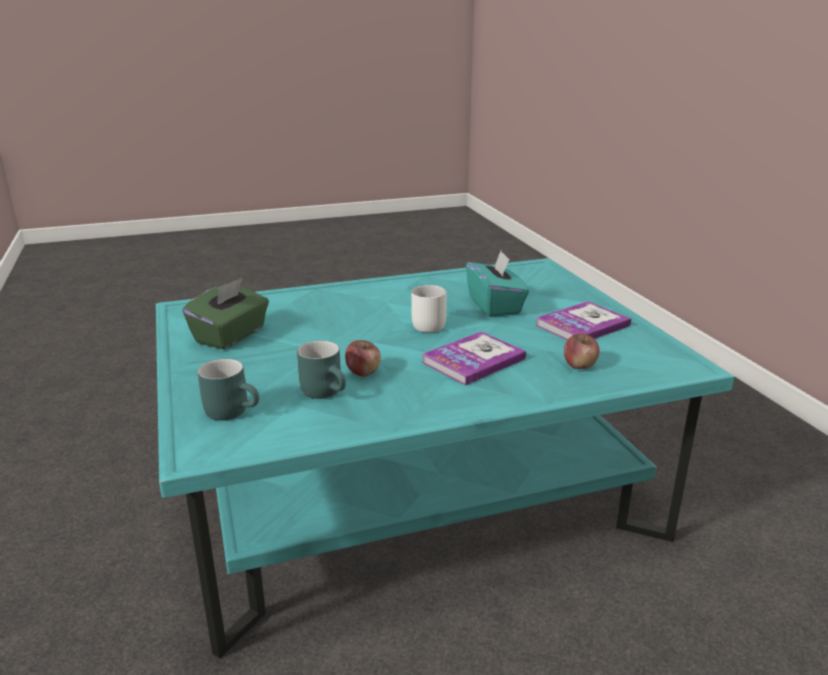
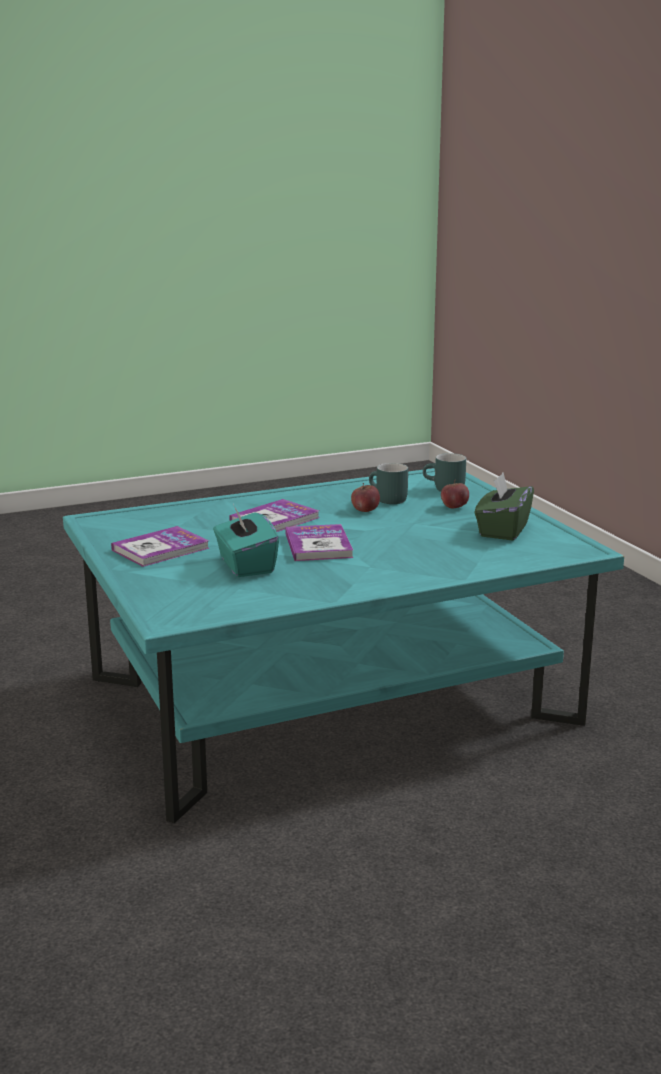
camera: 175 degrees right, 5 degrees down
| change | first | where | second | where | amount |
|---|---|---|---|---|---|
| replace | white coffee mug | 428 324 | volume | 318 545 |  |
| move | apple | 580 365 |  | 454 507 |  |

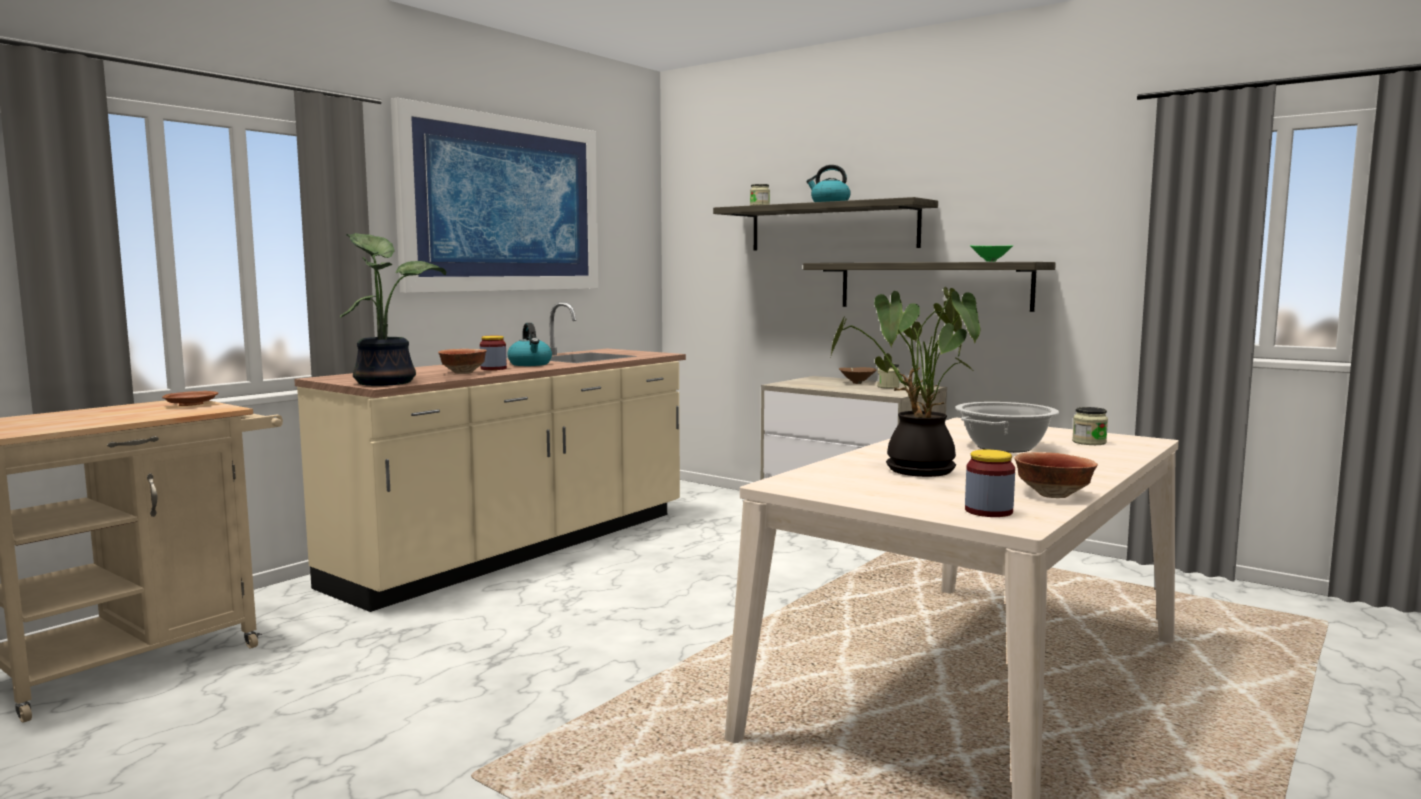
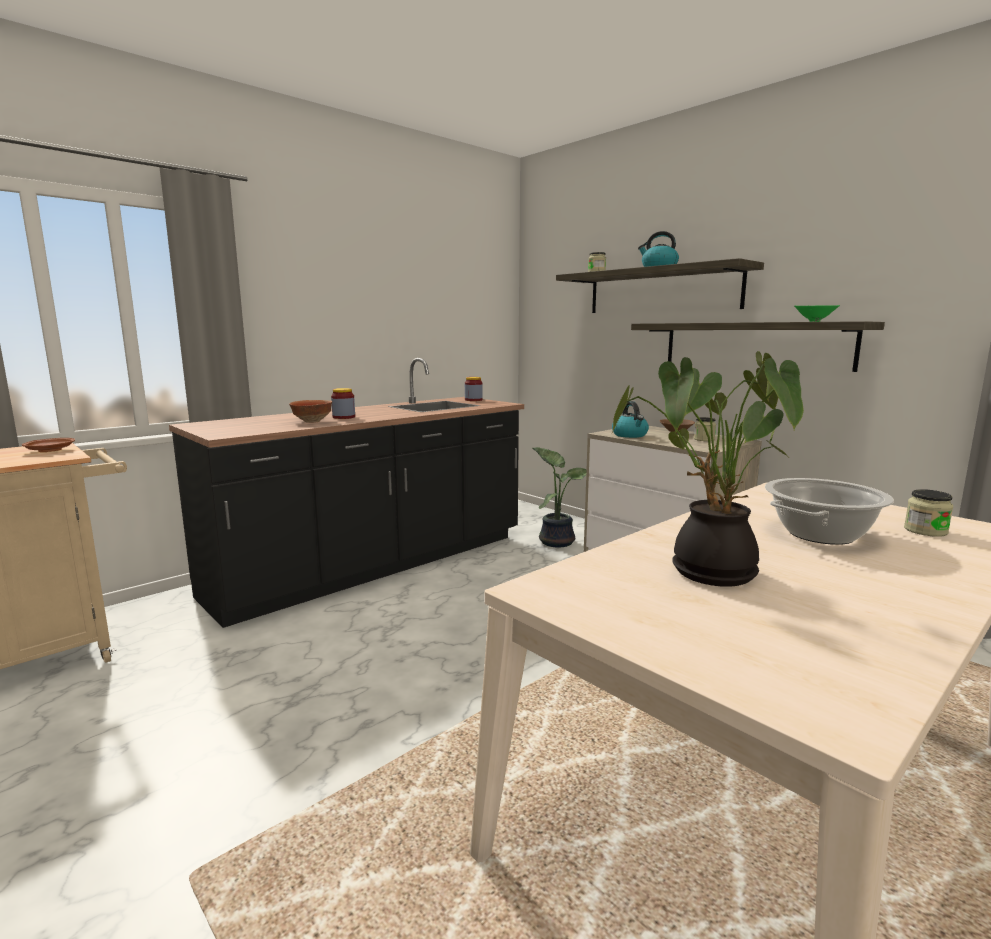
camera: 10 degrees right, 5 degrees up
| change | first | where | second | where | amount |
|---|---|---|---|---|---|
| recolor | beige-coloured kitchen base unit | 520 549 | black kitchen base unit | 375 566 |  |
| move | storage jar | 988 511 |  | 473 400 |  |
| move | potted plant | 386 382 |  | 557 541 |  |
| move | kettle | 530 364 |  | 630 435 |  |
| delete | wall art | 503 204 |  |  |  |
| delete | bowl | 1053 495 |  |  |  |

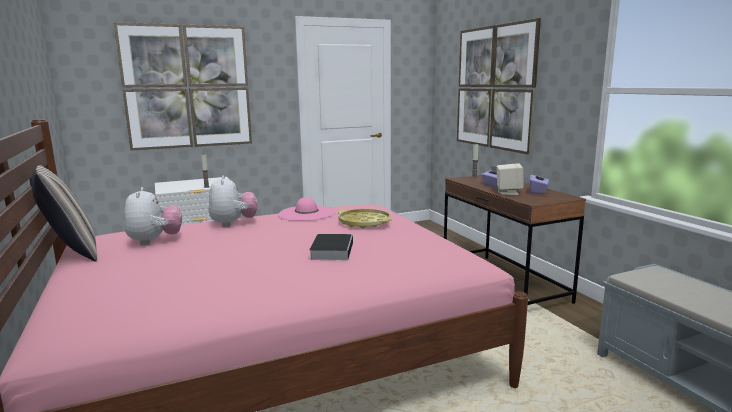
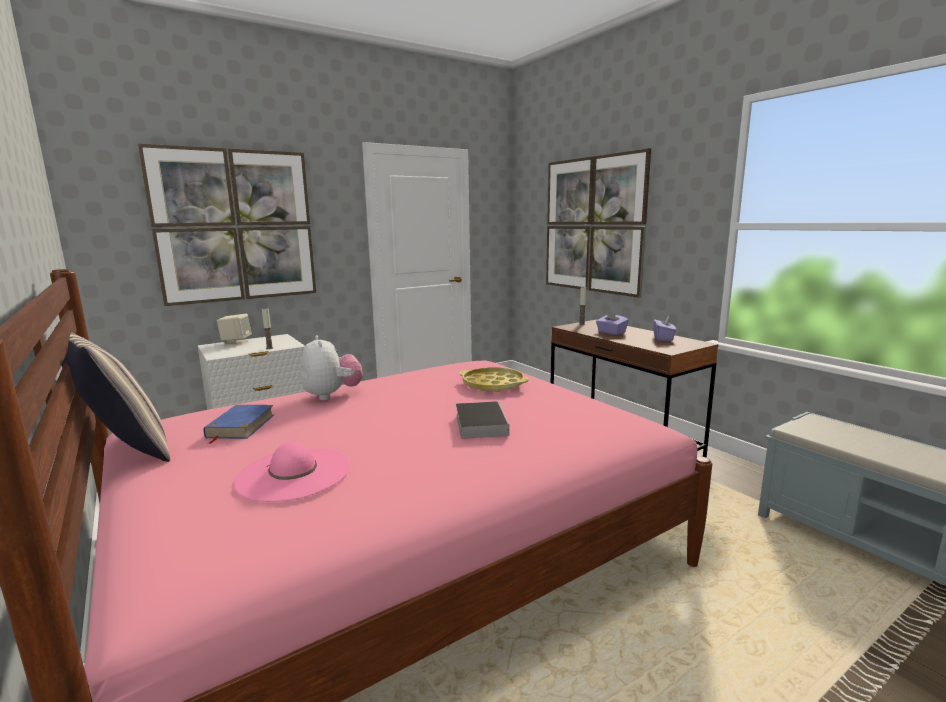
camera: 10 degrees left, 0 degrees up
| change | first | where | second | where | amount |
|---|---|---|---|---|---|
| replace | cuddly toy | 154 241 | bluish volume | 240 426 |  |
| move | beige-coloured speaker | 508 192 |  | 236 343 |  |
| move | pinkish hat | 306 213 |  | 294 473 |  |

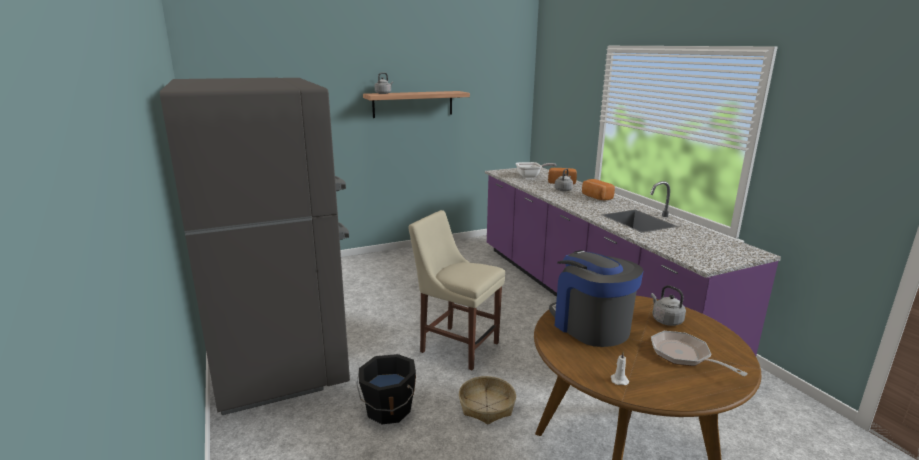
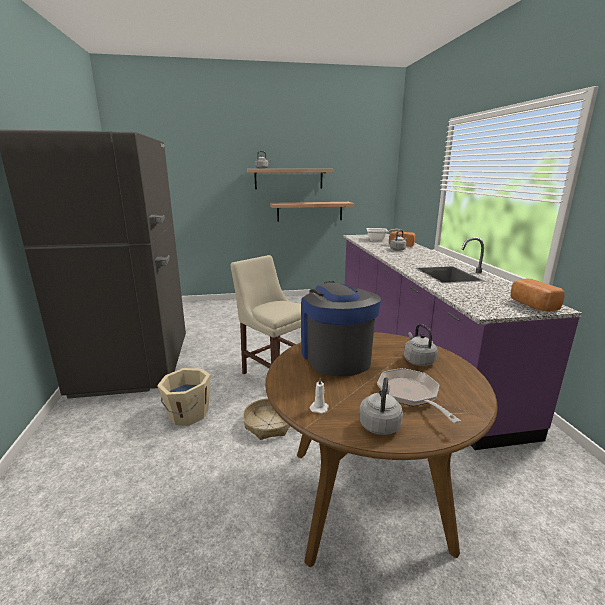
camera: 15 degrees right, 0 degrees up
| change | first | where | second | where | amount |
|---|---|---|---|---|---|
| recolor | black pail | 388 410 | beige-coloured pail | 187 414 |  |
| insert |  |  | bracket shelf | 309 211 |  |
| insert |  |  | gray kettle | 380 424 |  |
| move | bakery bread | 595 197 |  | 531 305 |  |

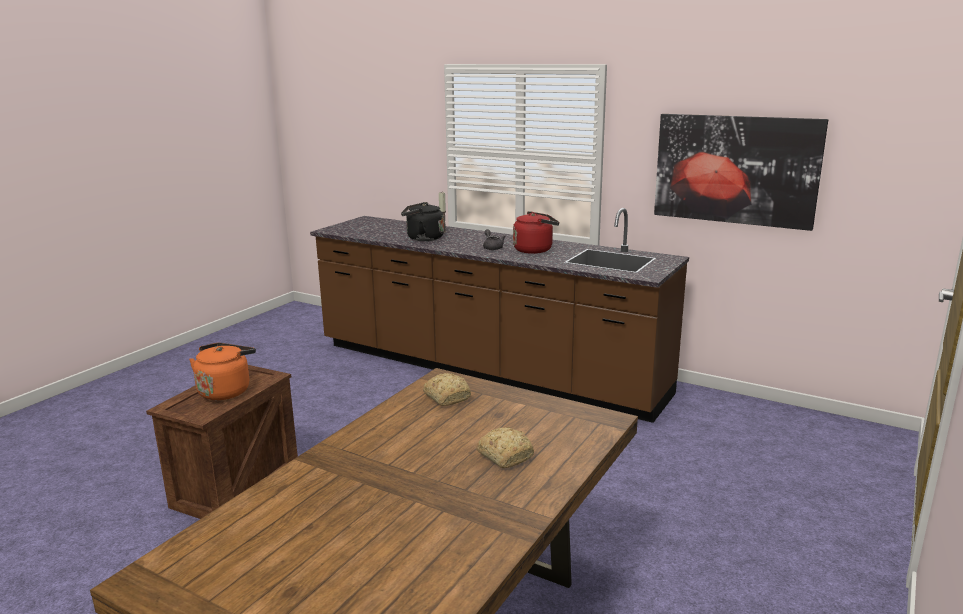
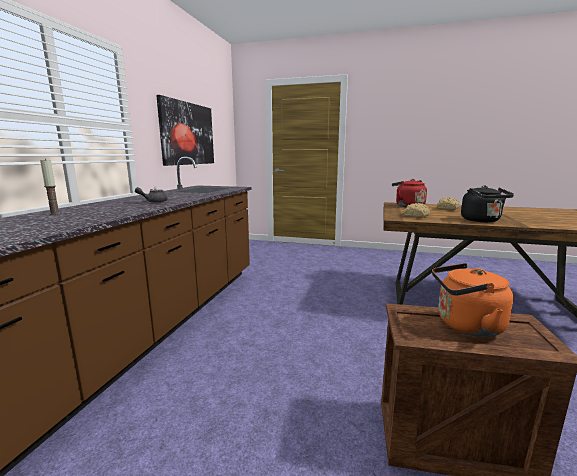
camera: 105 degrees left, 5 degrees down
| change | first | where | second | where | amount |
|---|---|---|---|---|---|
| move | red-coloured kettle | 535 250 |  | 408 206 |  |
| move | black kettle | 422 238 |  | 482 220 |  |

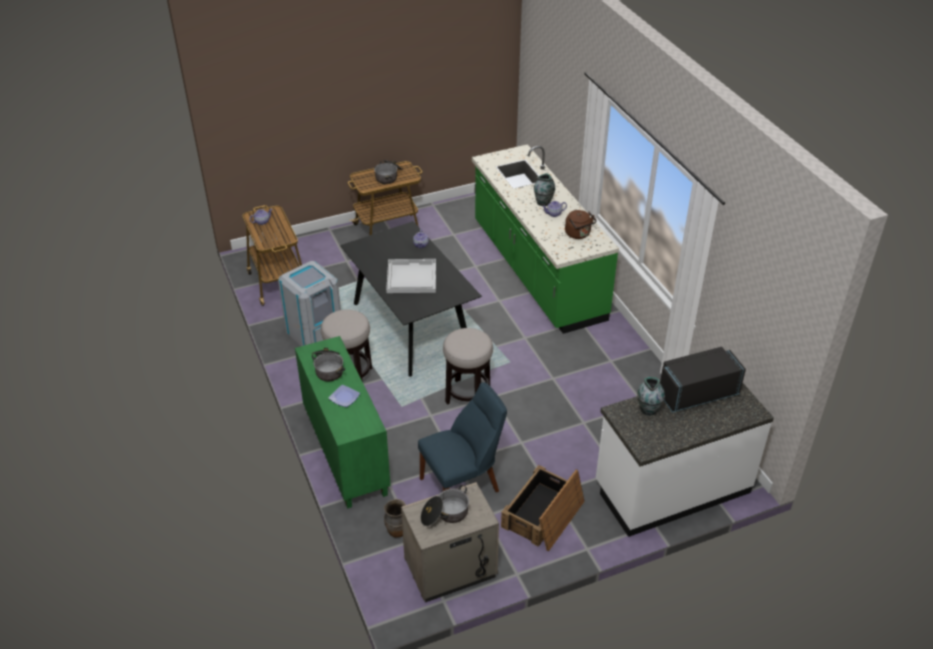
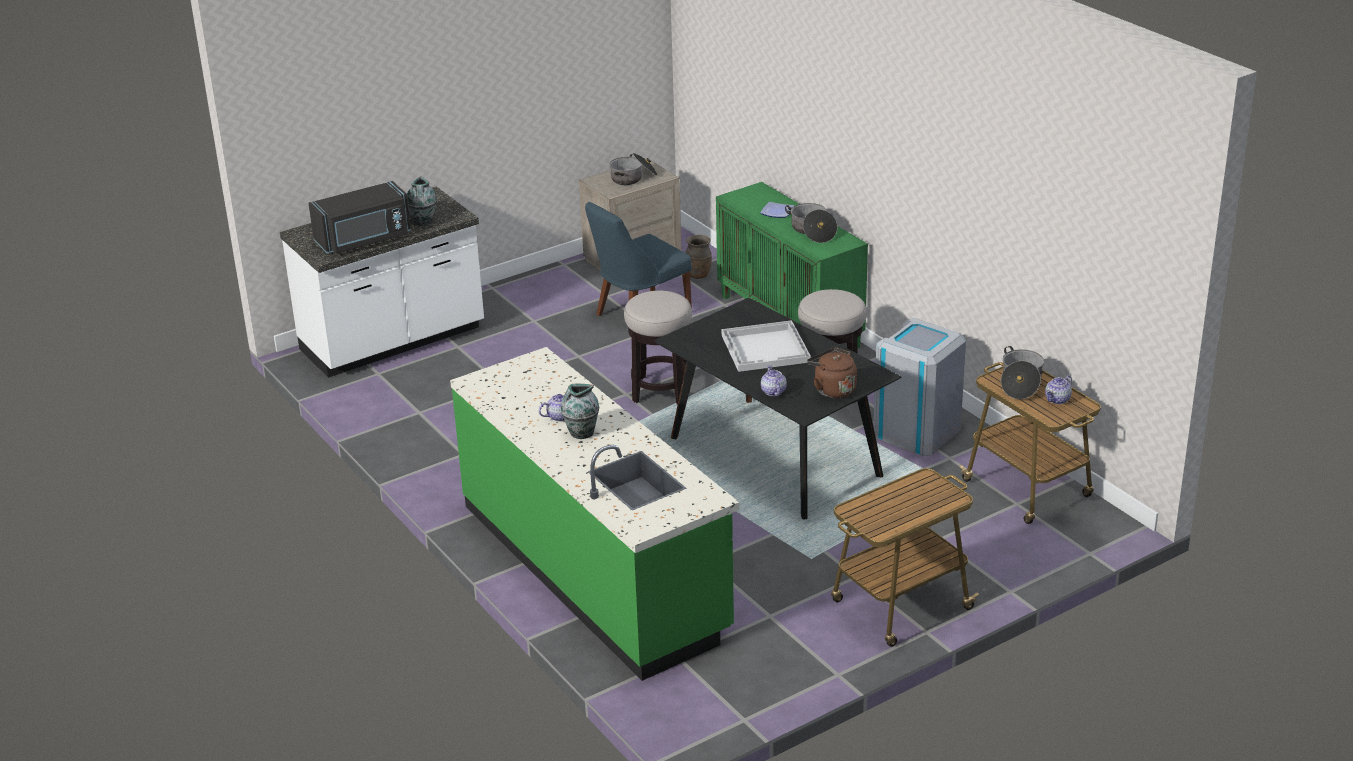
camera: 170 degrees right, 10 degrees down
| change | first | where | second | where | amount |
|---|---|---|---|---|---|
| move | brownish kettle | 578 234 |  | 832 389 |  |
| move | cooking pot | 389 176 |  | 1020 383 |  |
| delete | shipping crate | 543 515 |  |  |  |

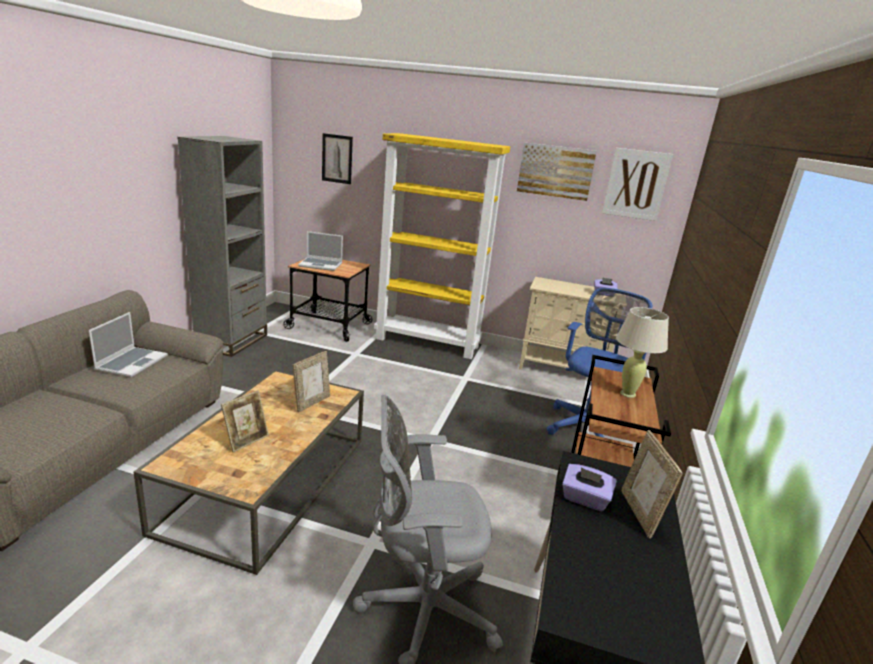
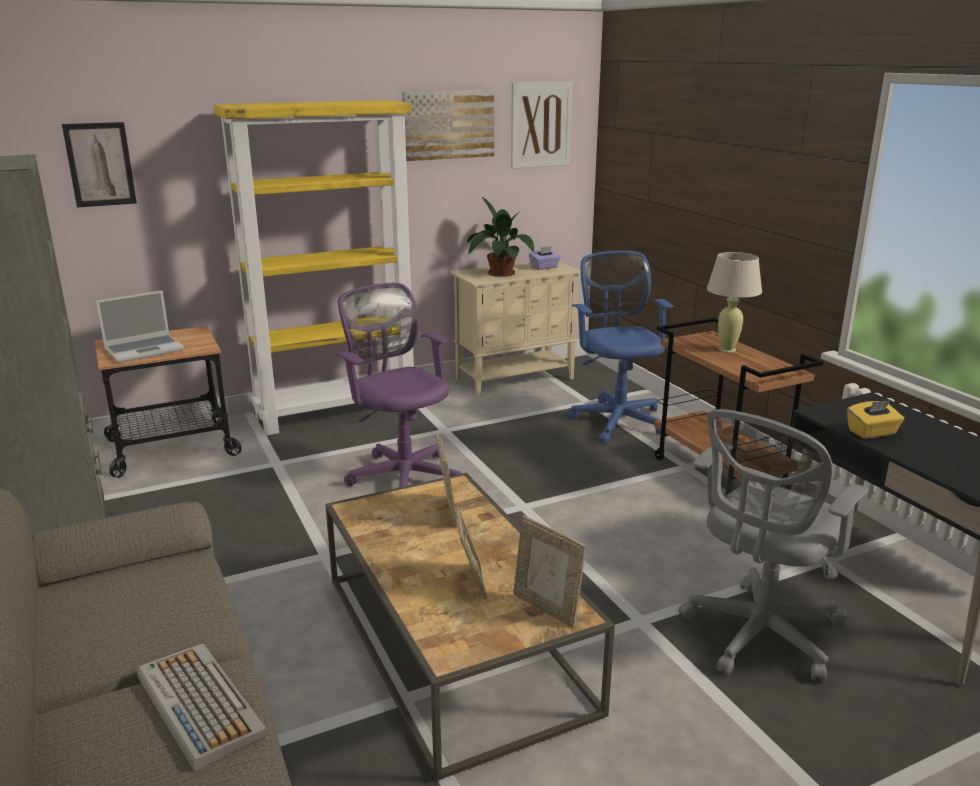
camera: 40 degrees left, 0 degrees up
| change | first | where | second | where | amount |
|---|---|---|---|---|---|
| insert |  |  | computer keyboard | 198 704 |  |
| insert |  |  | purple desk chair | 402 476 |  |
| insert |  |  | potted plant | 499 273 |  |
| move | photo frame | 639 513 |  | 546 608 |  |
| recolor | purple tissue holder | 584 499 | yellow tissue holder | 872 433 |  |
| delete | portable computer | 132 363 |  |  |  |

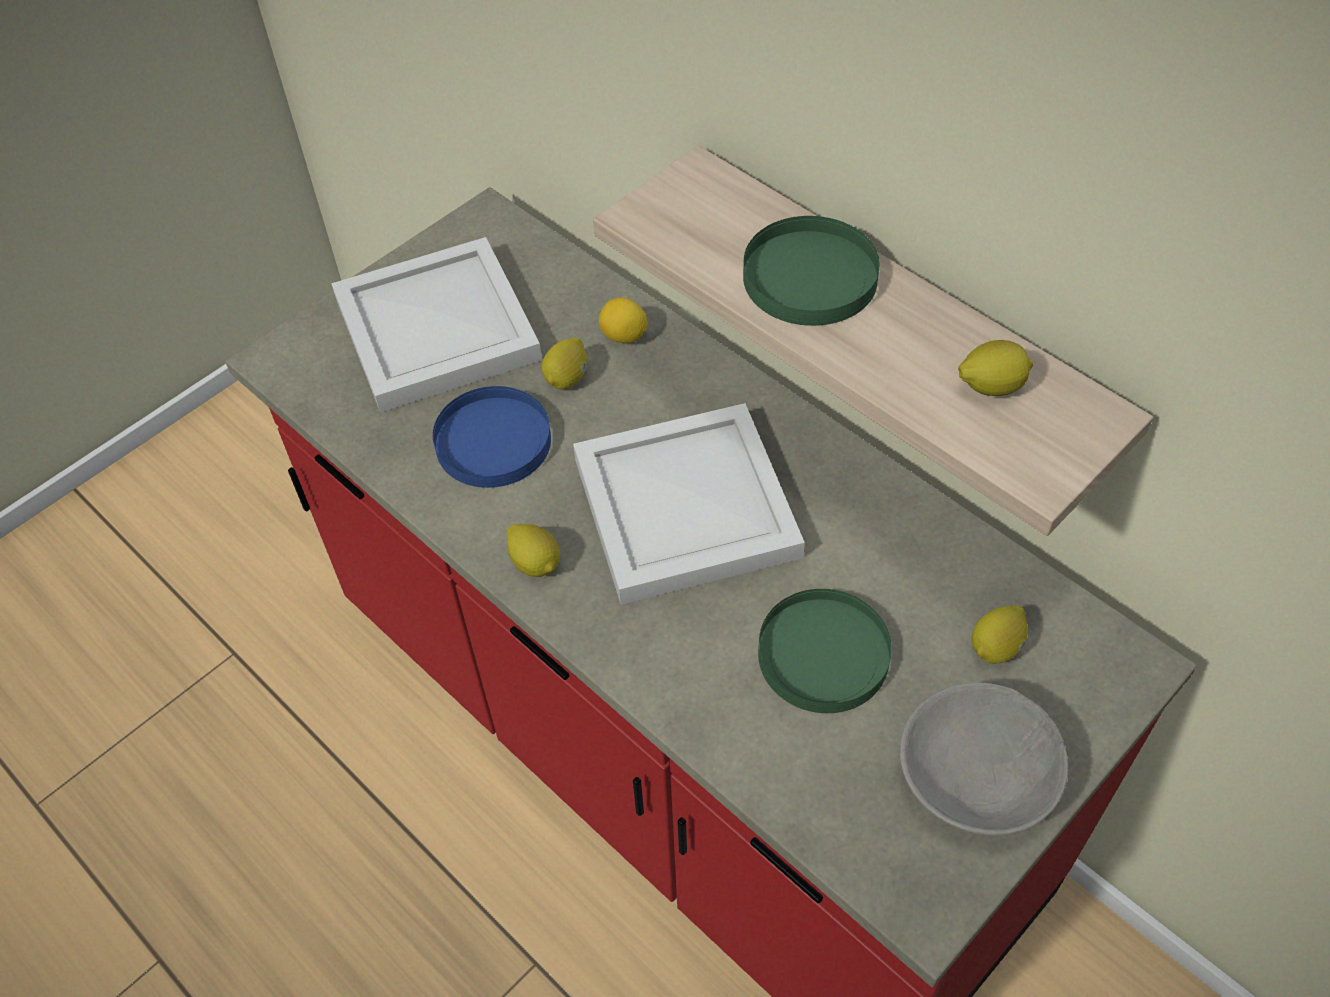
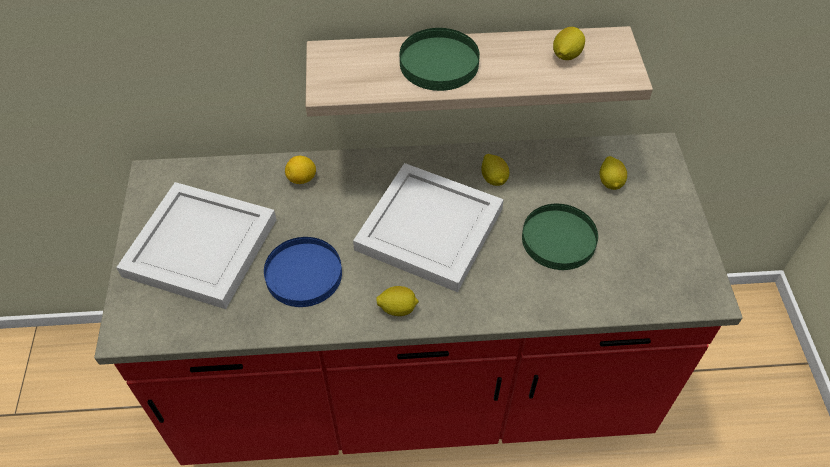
camera: 50 degrees left, 0 degrees up
| change | first | where | second | where | amount |
|---|---|---|---|---|---|
| move | whole lemon | 567 378 |  | 494 178 |  |
| delete | gray bowl | 976 780 |  |  |  |

